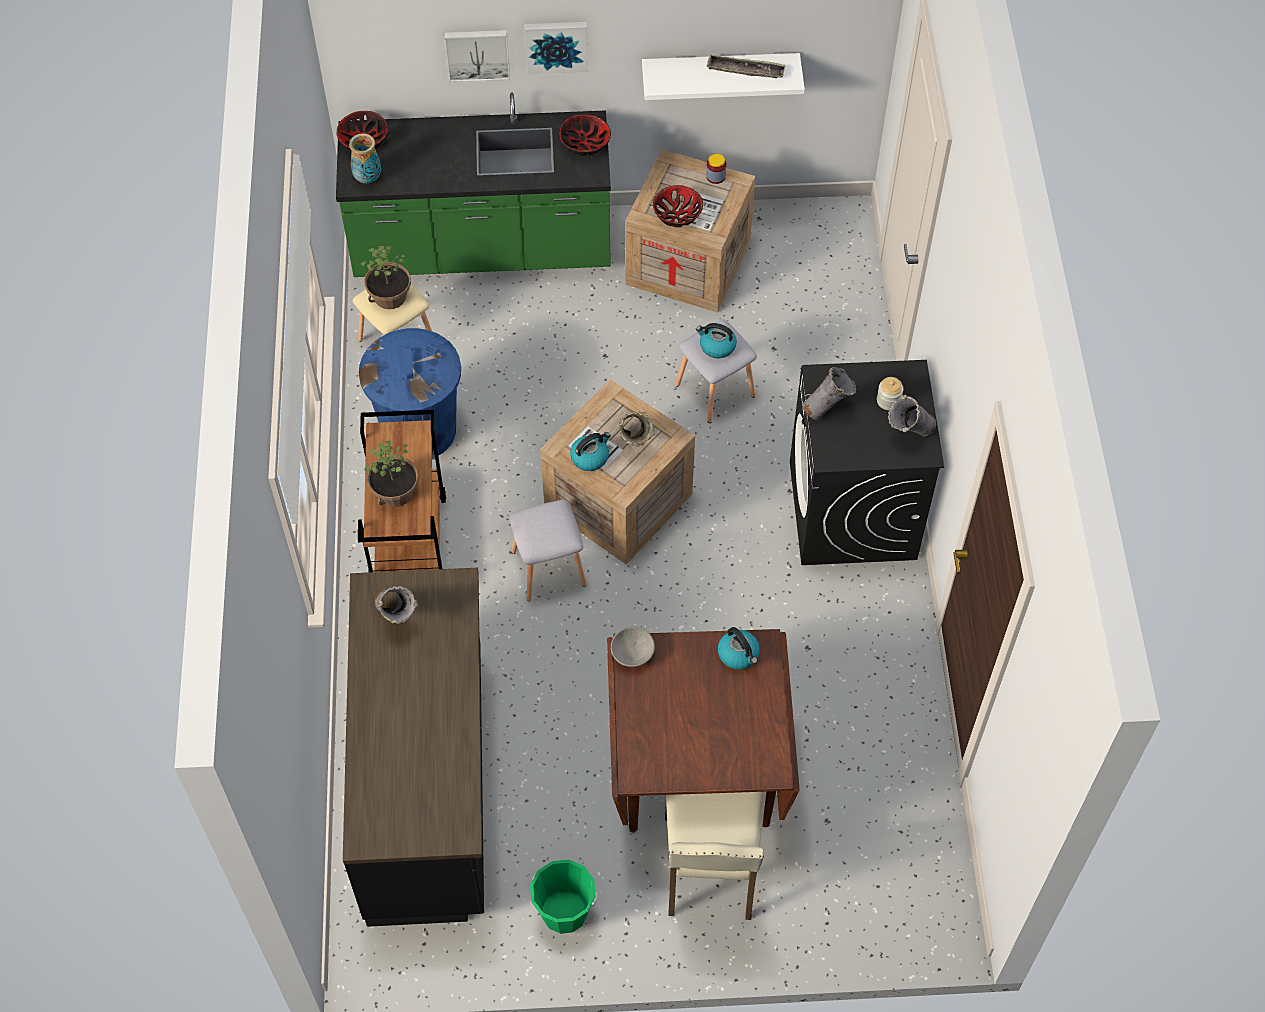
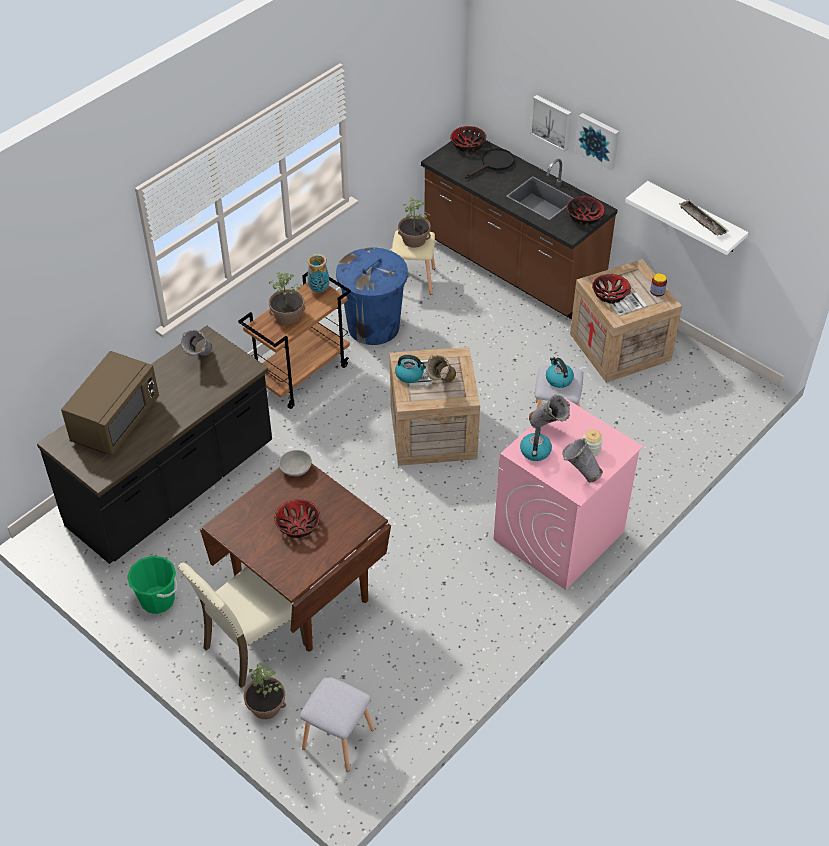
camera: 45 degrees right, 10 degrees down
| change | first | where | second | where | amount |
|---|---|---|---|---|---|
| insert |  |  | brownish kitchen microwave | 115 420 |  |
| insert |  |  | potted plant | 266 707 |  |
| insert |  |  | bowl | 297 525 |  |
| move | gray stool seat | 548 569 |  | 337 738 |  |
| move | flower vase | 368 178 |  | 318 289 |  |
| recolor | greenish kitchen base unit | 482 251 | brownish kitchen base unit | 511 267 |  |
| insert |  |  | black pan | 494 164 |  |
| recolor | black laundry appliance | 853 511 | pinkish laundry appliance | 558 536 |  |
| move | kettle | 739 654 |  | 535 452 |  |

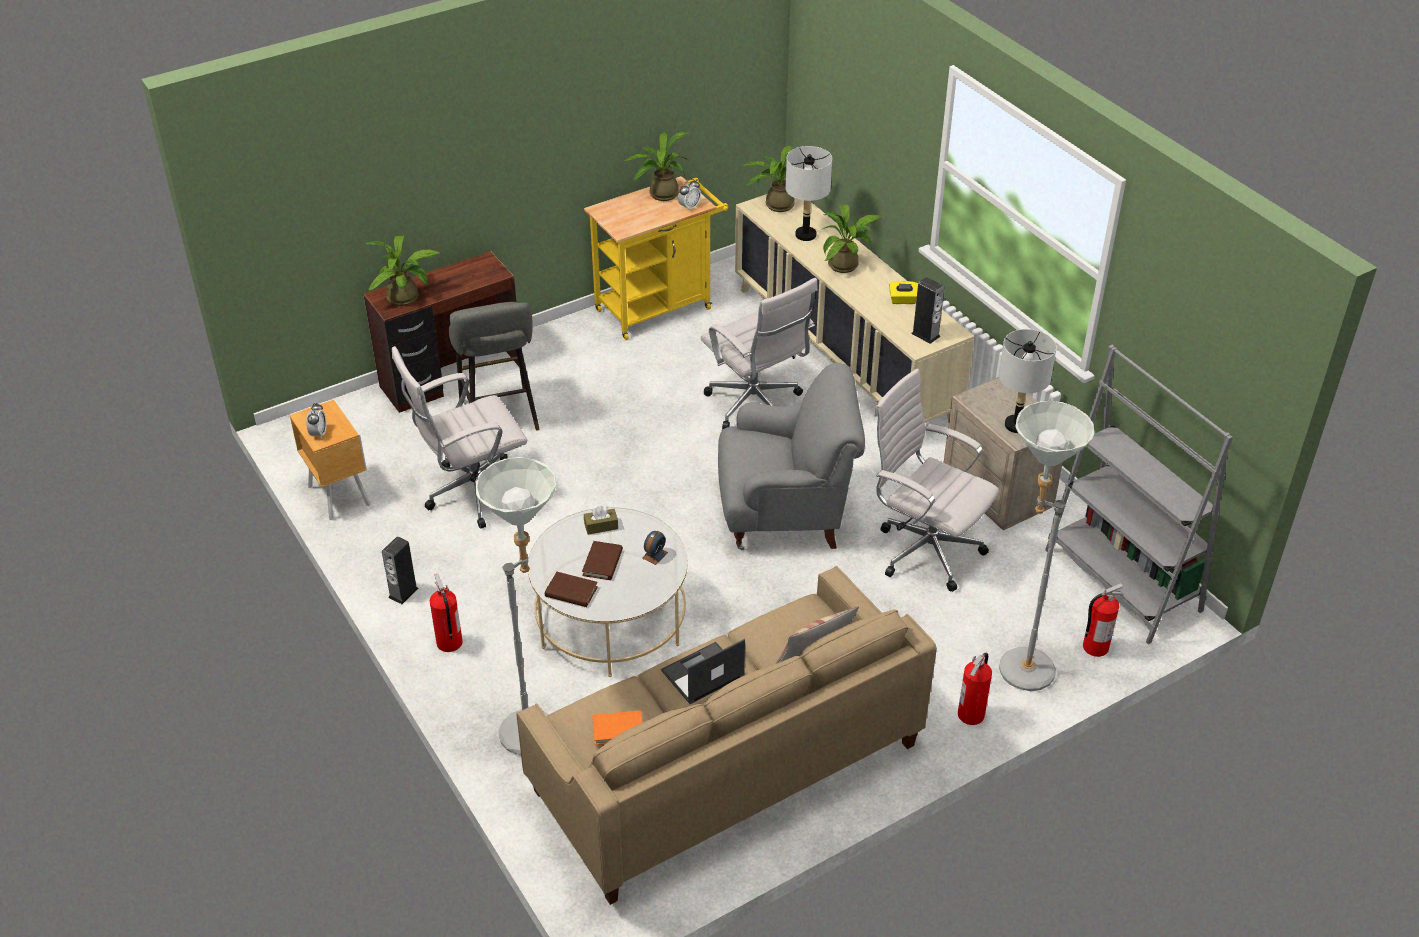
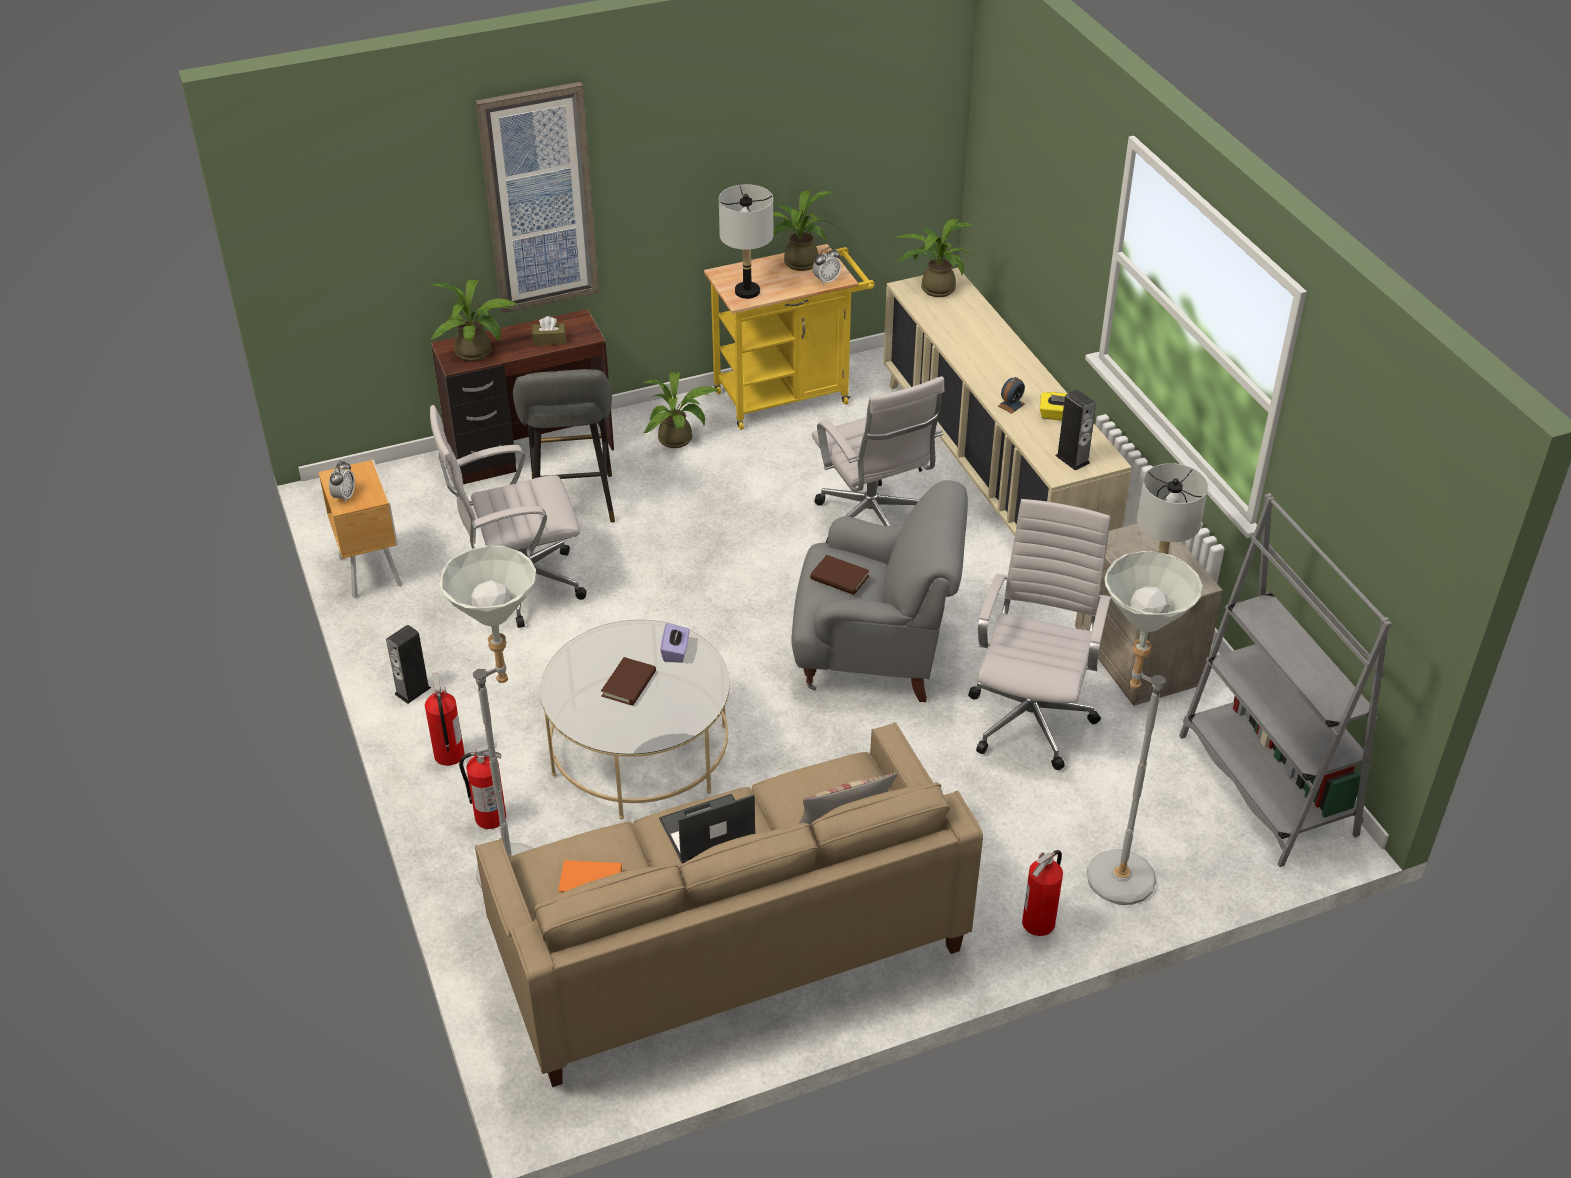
camera: 10 degrees right, 0 degrees up
| change | first | where | second | where | amount |
|---|---|---|---|---|---|
| move | fire extinguisher | 1094 647 |  | 490 817 |  |
| insert |  |  | wall art | 539 199 |  |
| move | brownish tissue holder | 601 526 |  | 549 340 |  |
| move | potted plant | 847 265 |  | 680 439 |  |
| insert |  |  | purple tissue holder | 675 652 |  |
| move | gray tabletop lamp | 805 235 |  | 747 292 |  |
| move | brownish volume | 571 592 |  | 839 578 |  |
| rotate | white desk chair | 924 550 |  | 1031 717 | 60 degrees clockwise |
| move | table clock | 655 555 |  | 1011 405 |  |

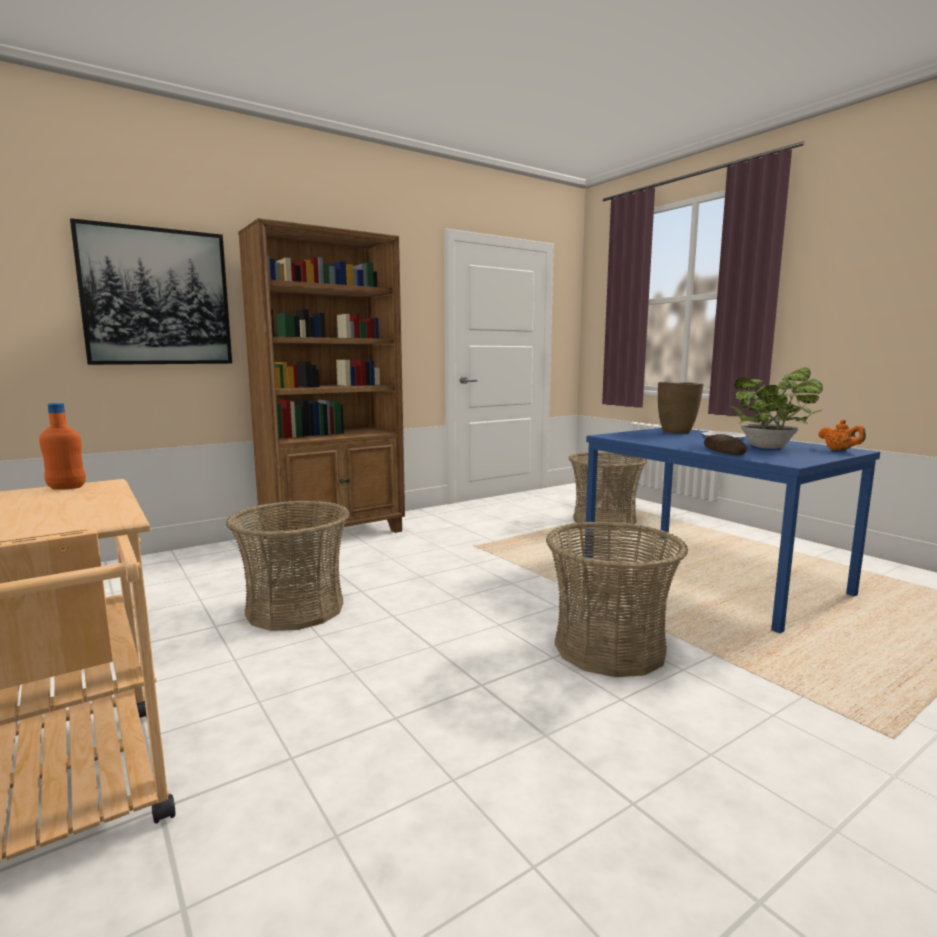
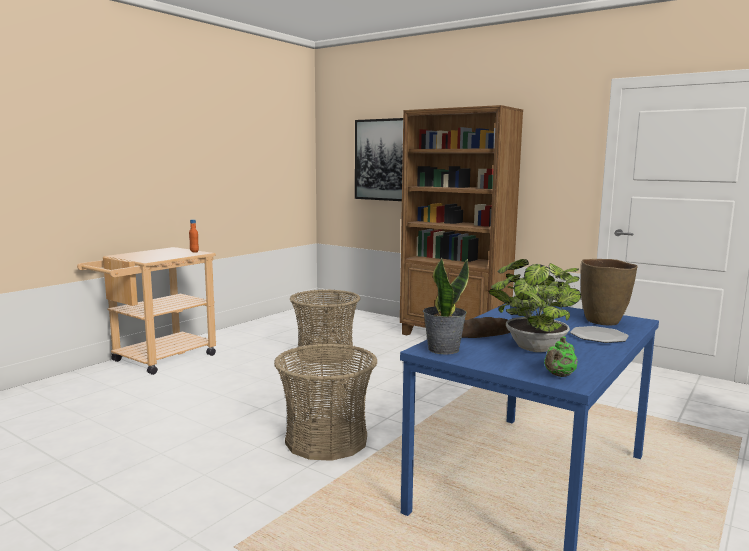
camera: 70 degrees right, 0 degrees up
| change | first | where | second | where | amount |
|---|---|---|---|---|---|
| insert |  |  | potted plant | 443 349 |  |
| recolor | orangey tea pot | 839 450 | greenish tea pot | 559 375 |  |
| delete | basket | 604 520 |  |  |  |

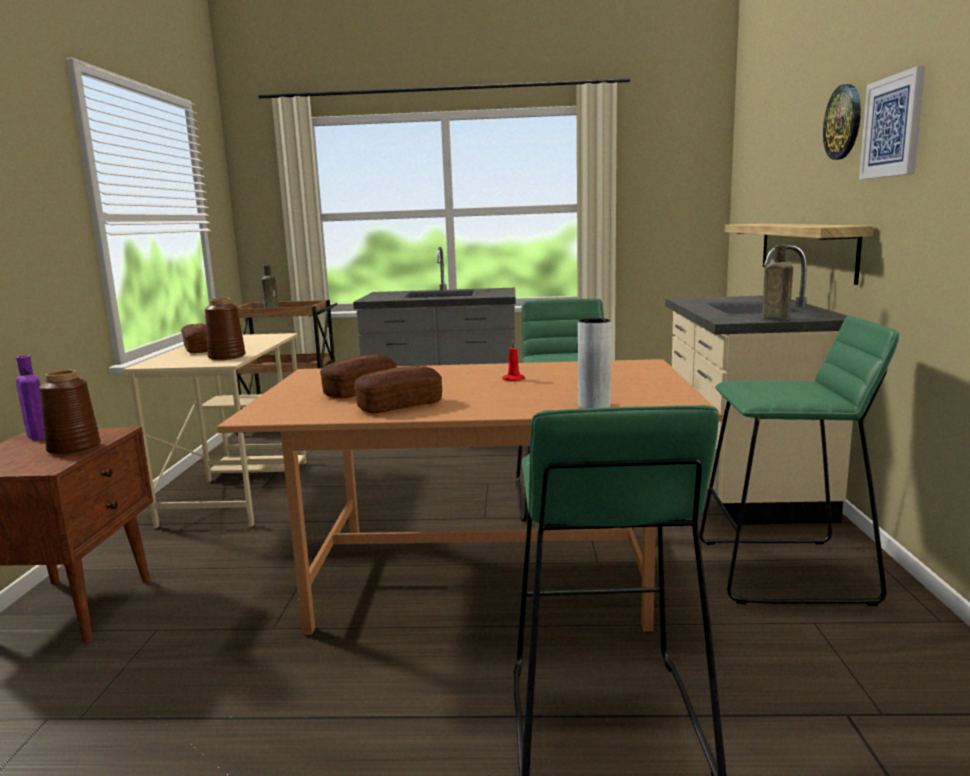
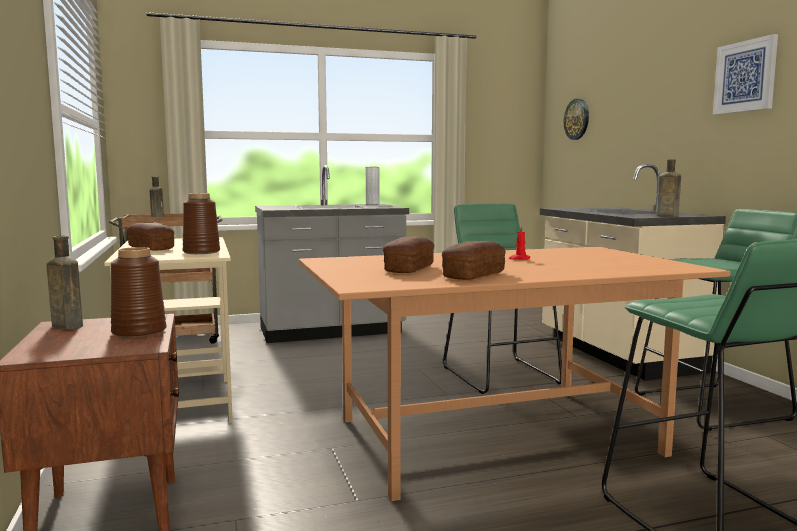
camera: 20 degrees left, 5 degrees down
| change | first | where | second | where | amount |
|---|---|---|---|---|---|
| recolor | purple beverage bottle | 38 436 | brownish beverage bottle | 65 326 |  |
| move | gray flower vase | 594 406 |  | 372 204 |  |
| move | clock on the wall | 843 122 |  | 577 119 |  |
| delete | bracket shelf | 805 249 |  |  |  |

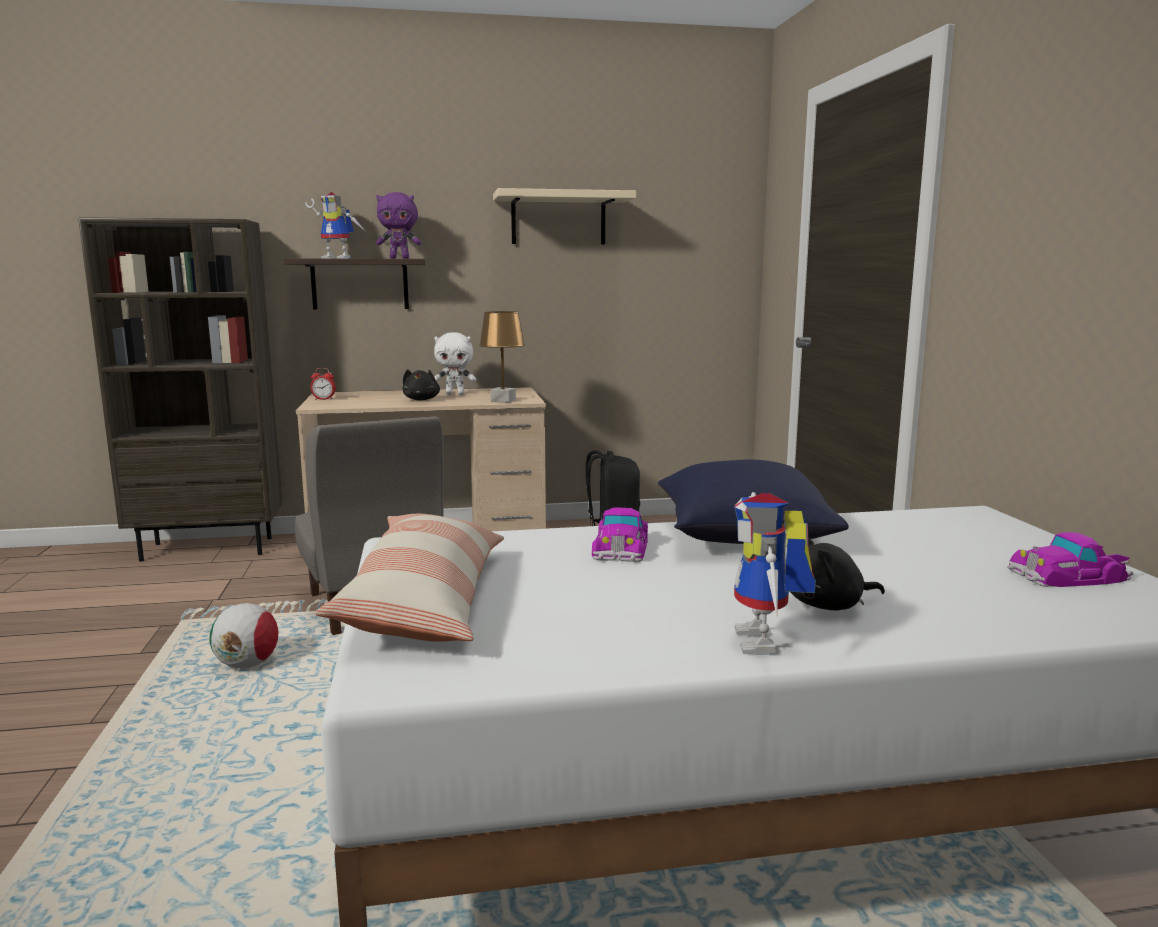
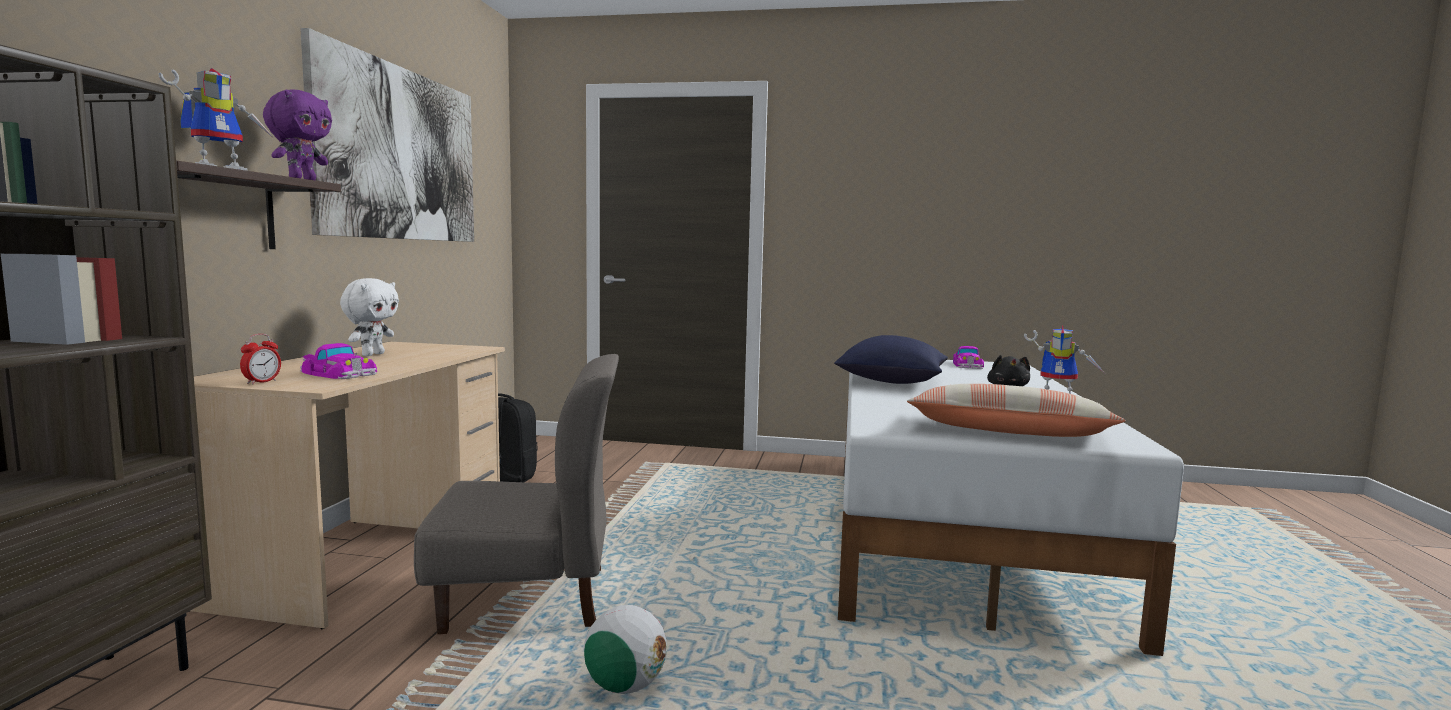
camera: 70 degrees left, 5 degrees down
| change | first | where | second | where | amount |
|---|---|---|---|---|---|
| replace | beige-coloured bracket shelf | 558 219 | wall art | 400 154 |  |
| move | model car | 621 546 |  | 337 373 |  |
| delete | black cuddly toy | 421 400 |  |  |  |
| delete | brownish tabletop lamp | 503 400 |  |  |  |

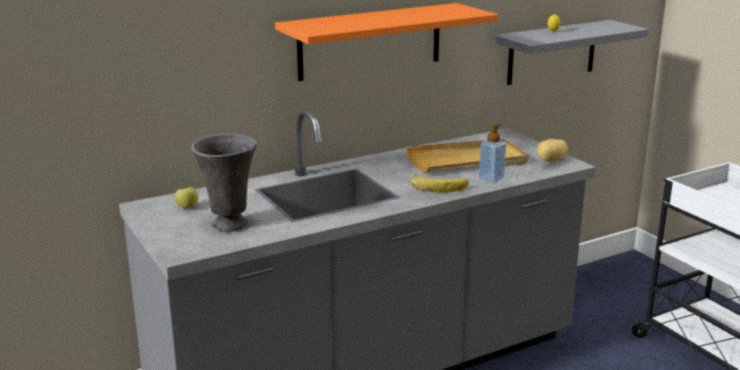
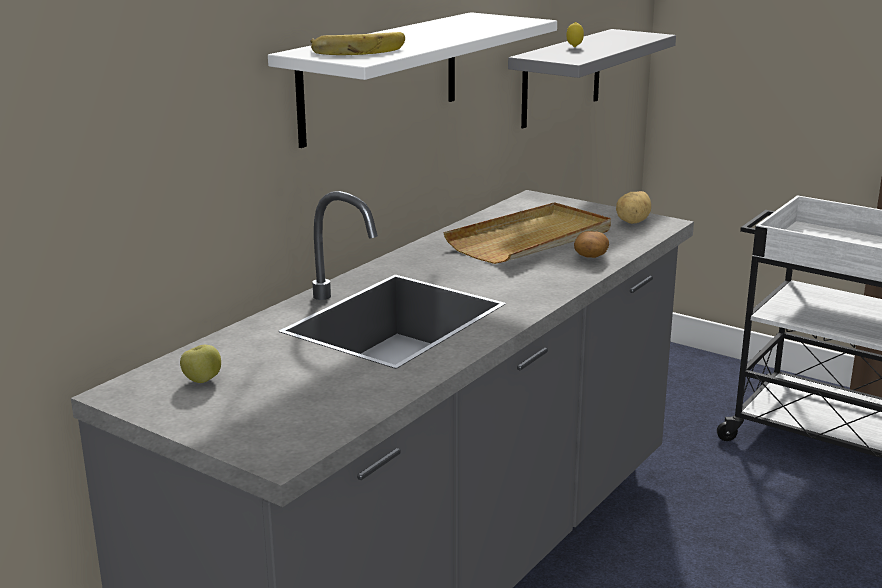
camera: 25 degrees left, 0 degrees up
| change | first | where | second | where | amount |
|---|---|---|---|---|---|
| recolor | orangey bracket shelf | 370 41 | white bracket shelf | 381 77 |  |
| move | whole banana | 438 185 |  | 357 50 |  |
| replace | soap bottle | 491 178 | whole potato | 590 256 |  |
| delete | gray flower vase | 229 225 |  |  |  |

